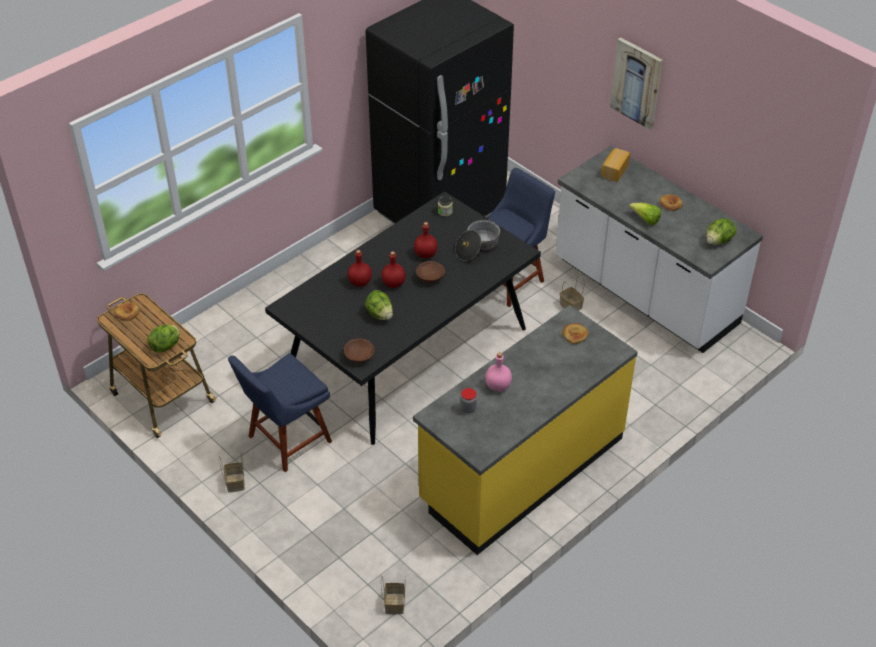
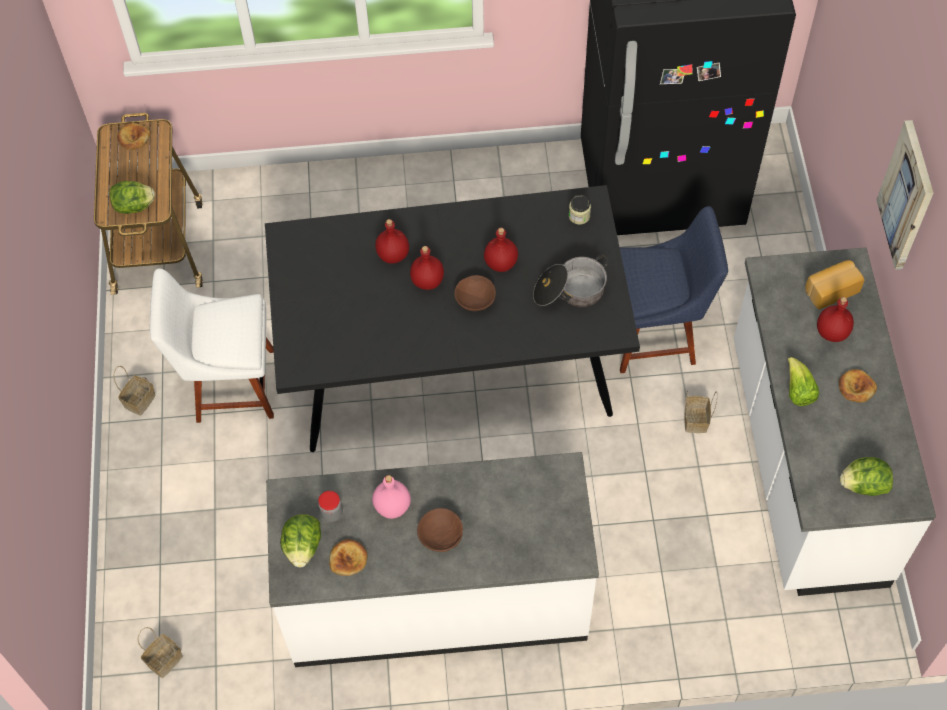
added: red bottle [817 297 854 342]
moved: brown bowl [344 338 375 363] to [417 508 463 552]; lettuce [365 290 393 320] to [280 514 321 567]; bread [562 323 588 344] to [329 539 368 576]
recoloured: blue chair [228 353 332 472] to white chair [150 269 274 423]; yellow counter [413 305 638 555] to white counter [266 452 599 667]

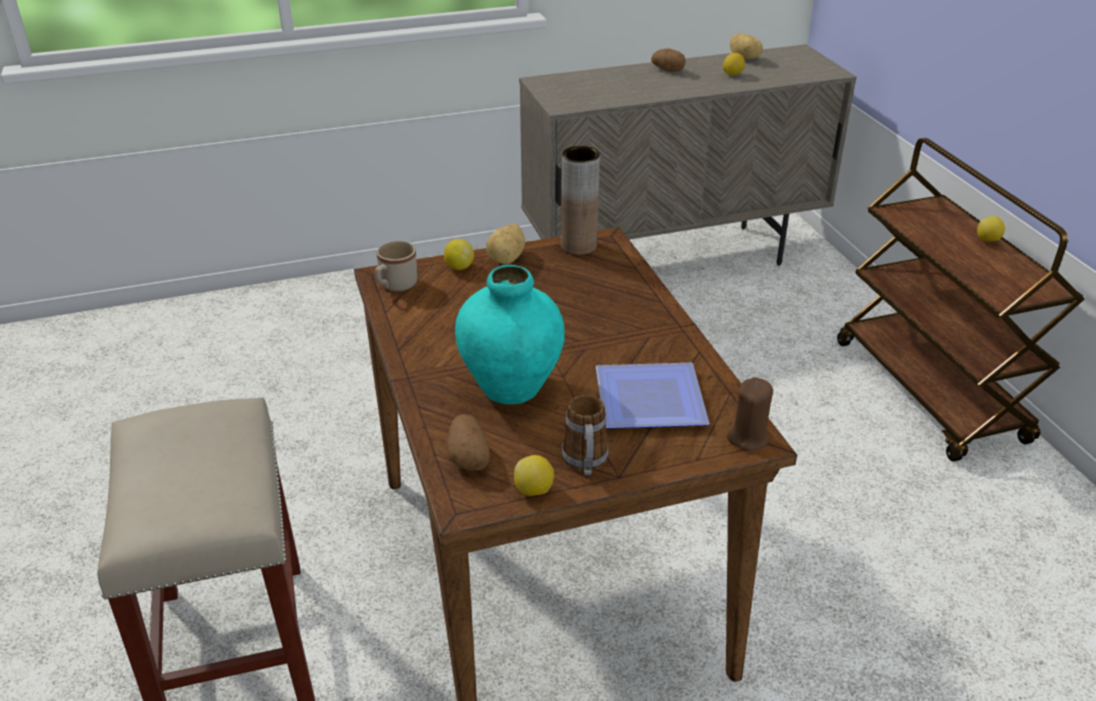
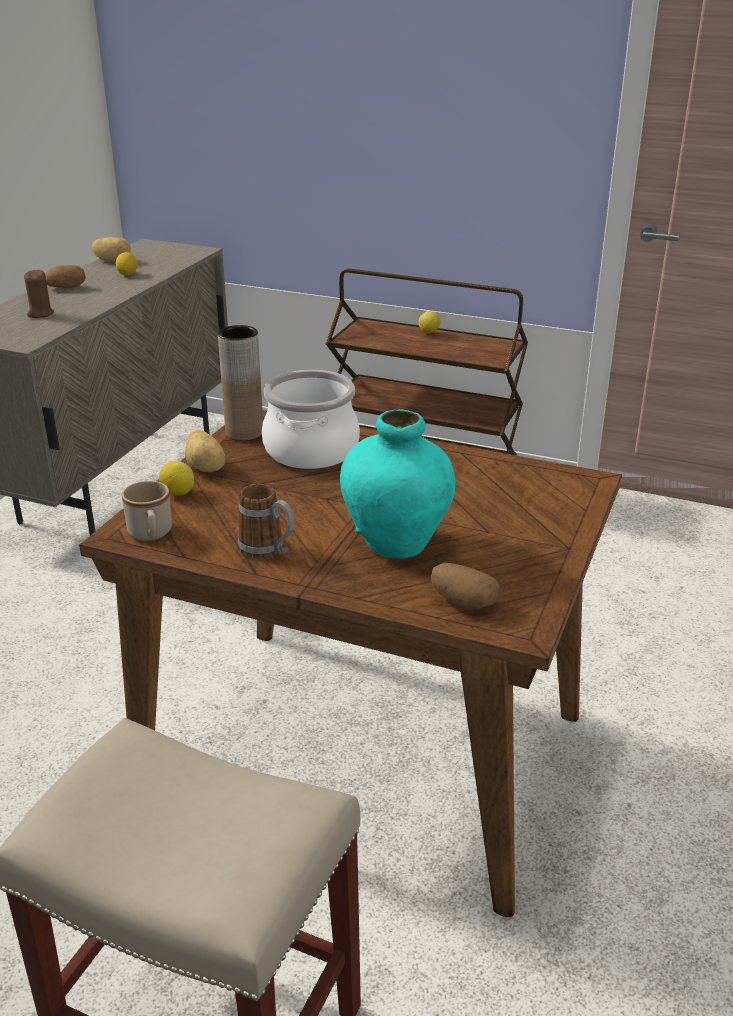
removed: lemon [514 455 554 496]; plate [596 363 710 429]
added: cooking pot [262 370 360 469]
moved: mug [562 395 608 475] to [238 484 294 558]; brown candle [727 377 773 451] to [24 270 54 318]

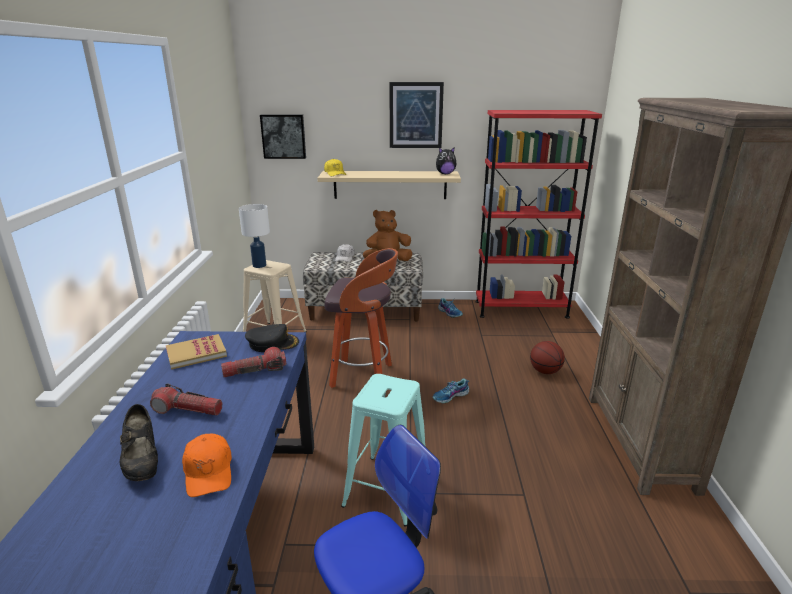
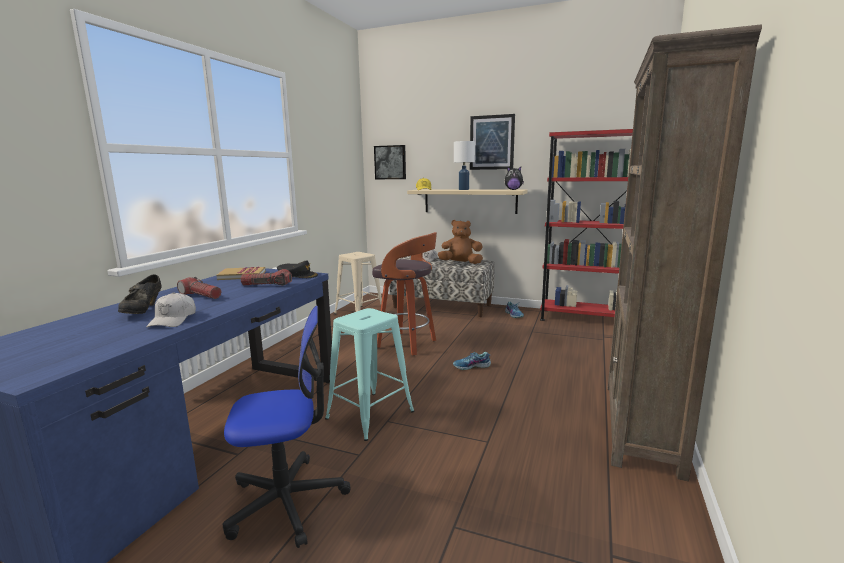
removed: basketball [530 341 565 374]
moved: white table lamp [239 204 270 268] to [454 141 475 190]
recoloured: orange cap [182 434 232 497] to white cap [146 292 196 327]

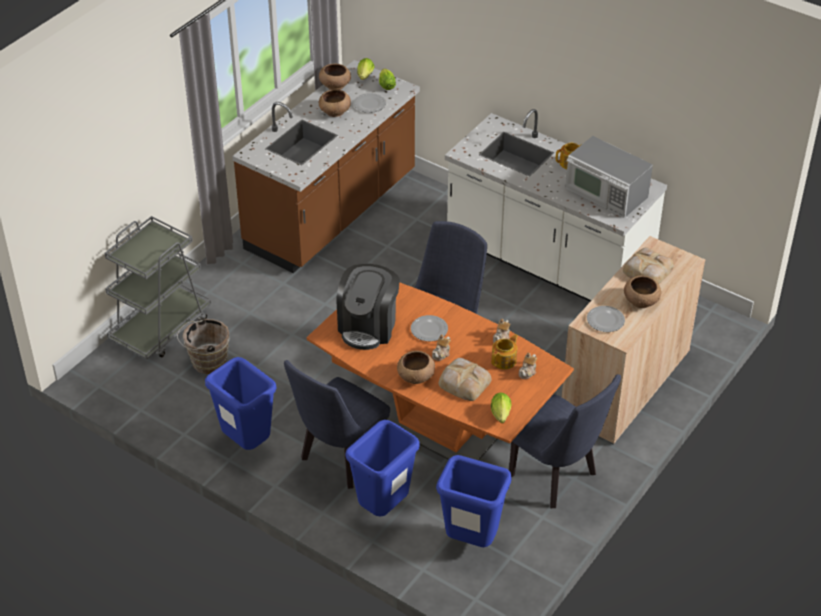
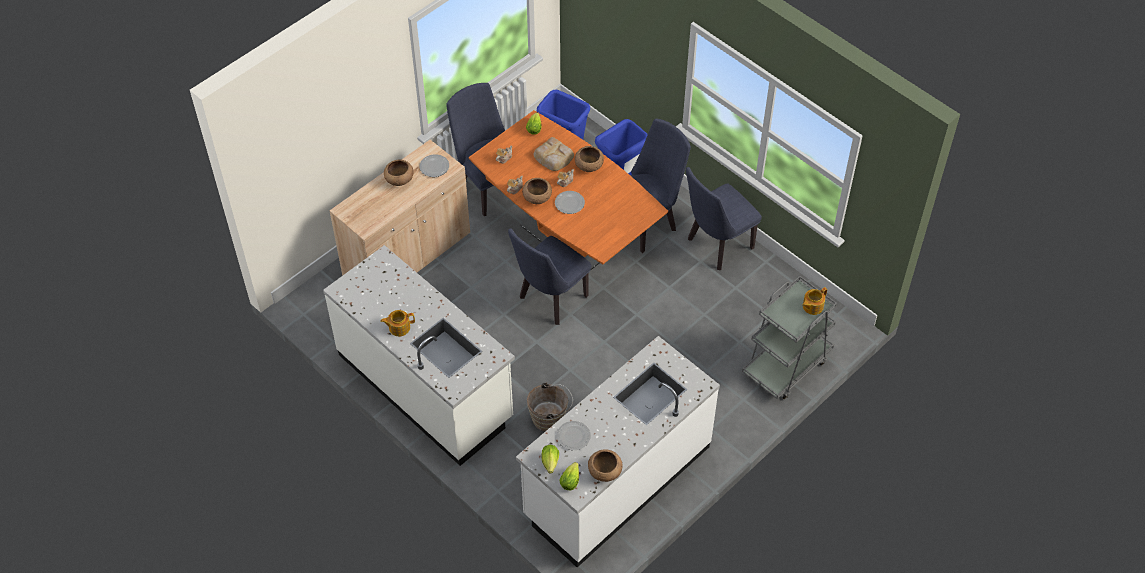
removed: coffee machine [336 264 400 350]; microwave [565 136 653 218]; bread [623 248 674 284]
moved: brown bucket [177 318 229 374] to [527 382 573 431]; brown bowl [319 89 351 117] to [522 178 552 204]; teapot [491 334 518 370] to [802 287 827 315]
replaced: blue trash can [205 357 277 450] to blue chair [686 167 762 270]
recoloured: brown counter [232 60 420 273] to white counter [516 336 720 567]

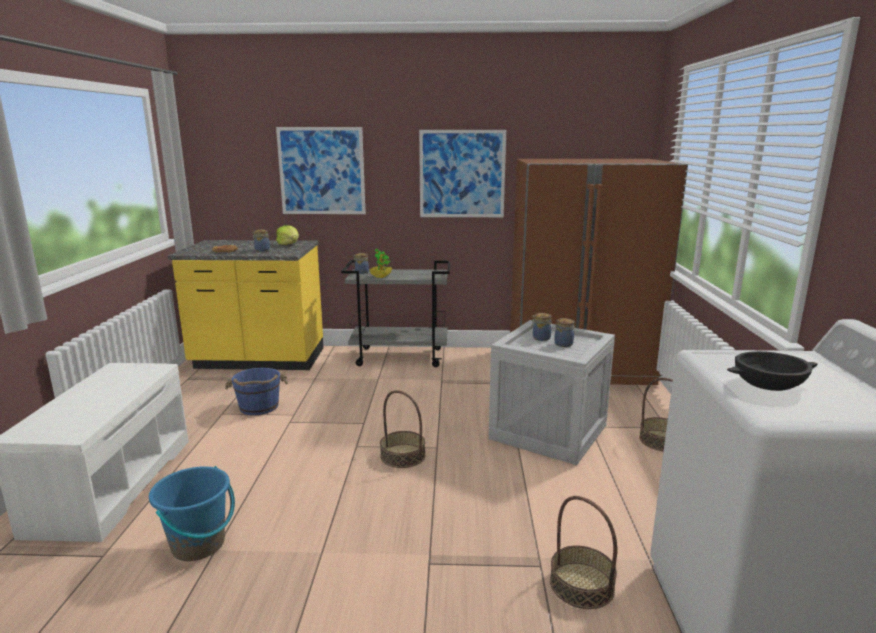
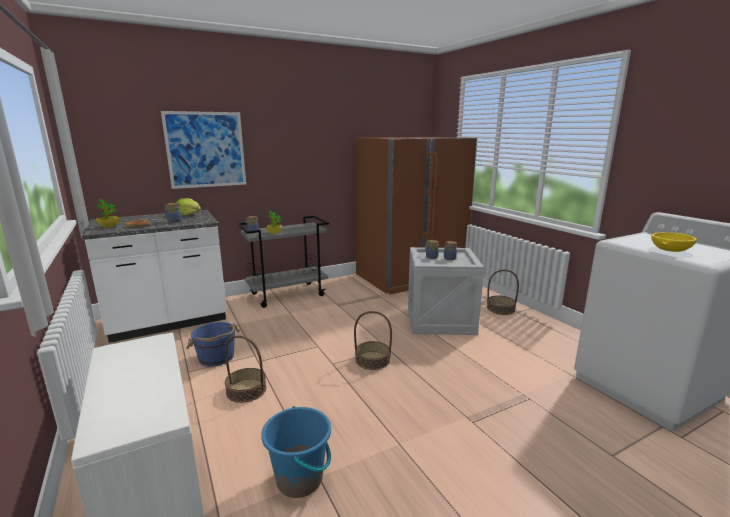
removed: picture [419 130 506 217]
added: potted plant [95 199 120 228]
moved: basket [550 496 617 609] to [225 335 267 403]
recoloured: yellow counter [168 240 324 370] to white counter [82 210 227 343]; black bowl [727 351 818 391] to yellow bowl [651 232 697 252]

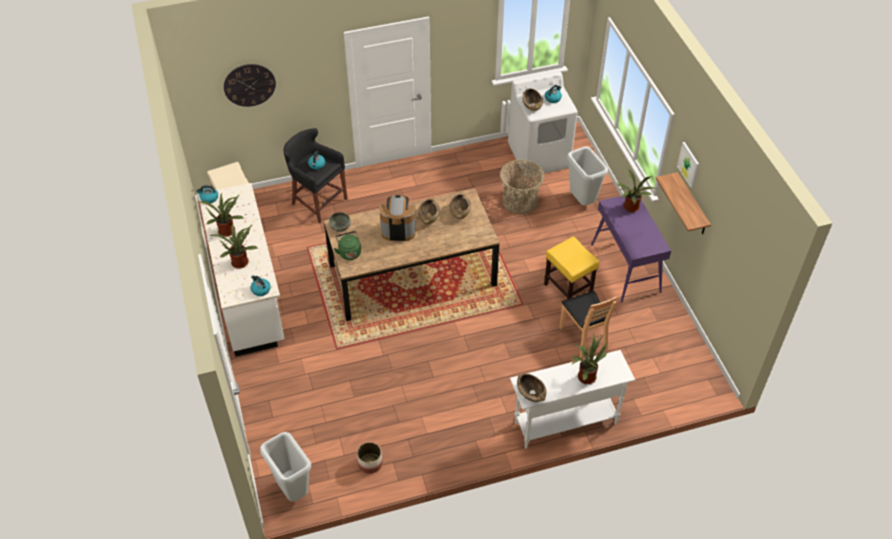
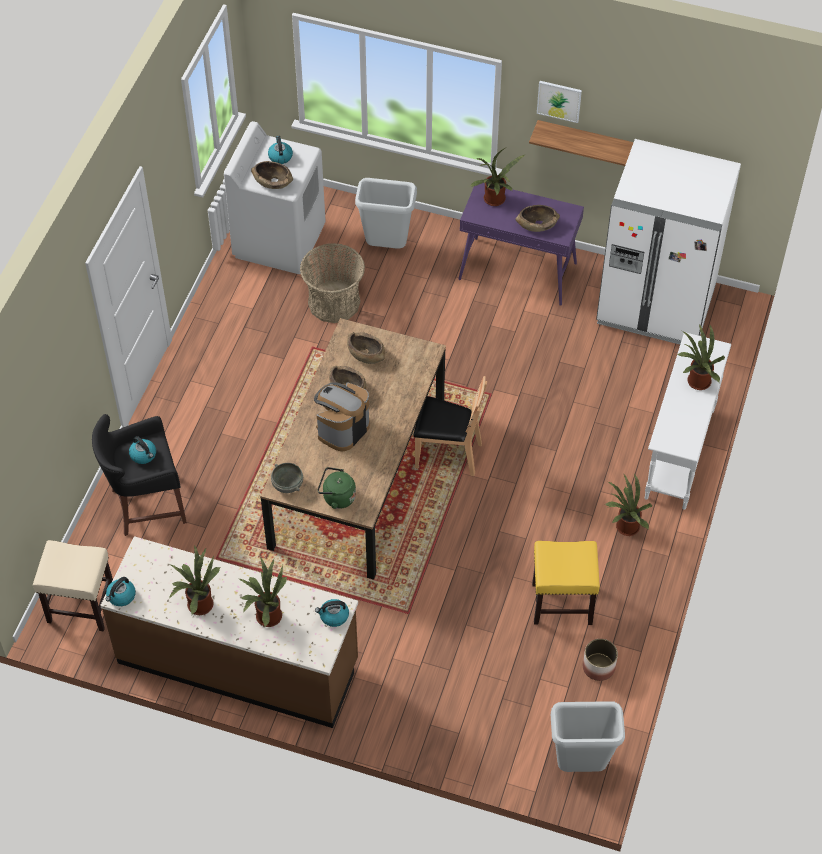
removed: wall clock [224 64 276 107]
added: white fridge [596 139 741 345]; potted plant [605 474 652 536]
moved: brown bowl [517 374 547 402] to [515 205 560 232]; yellow stool [544 237 599 299] to [532 541 600 625]; brown chair [559 291 617 359] to [413 376 487 476]
recoloured: white counter [198 183 285 357] to brown counter [100 536 358 728]

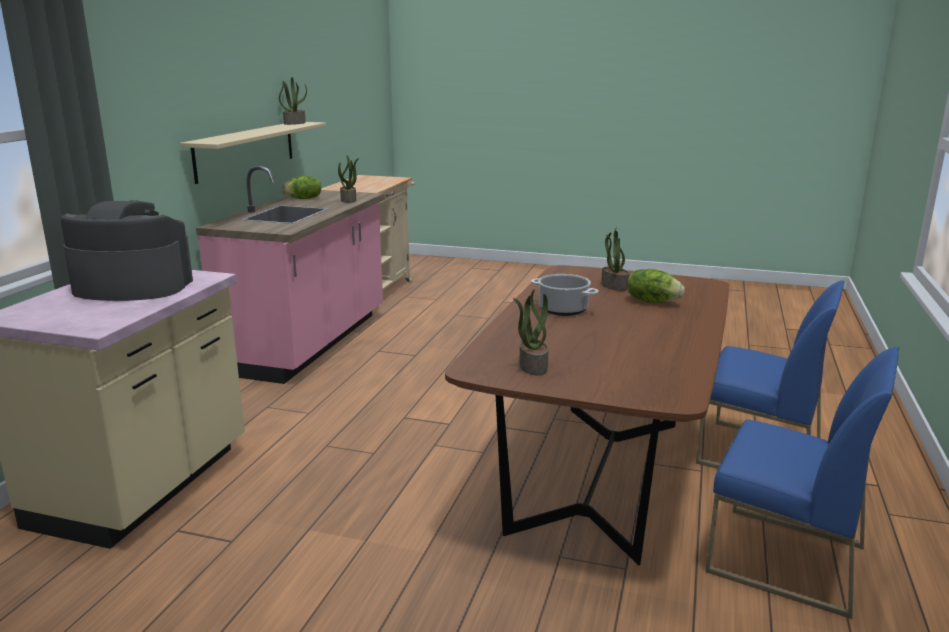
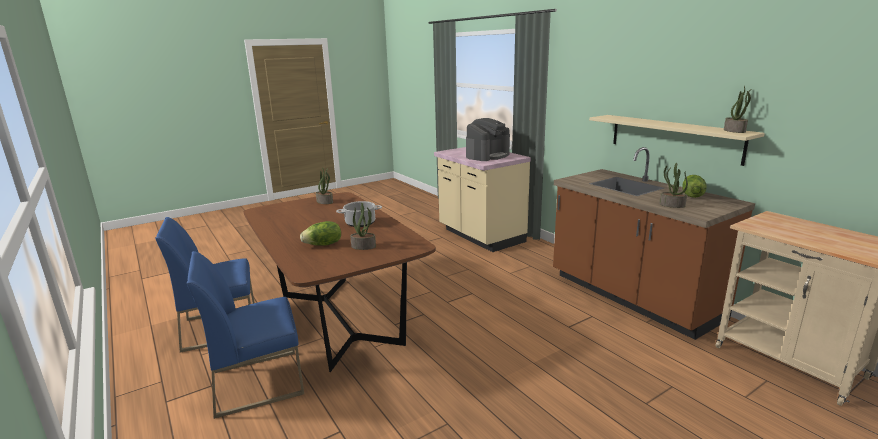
recoloured: pink counter [196 166 385 384] to brown counter [553 147 755 340]

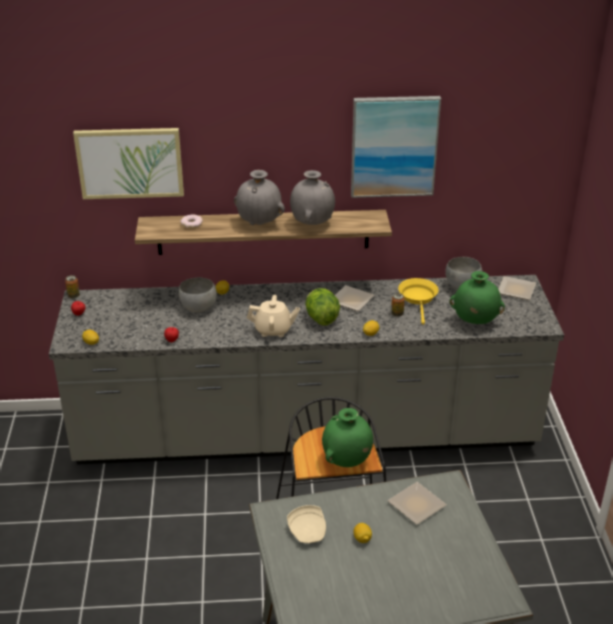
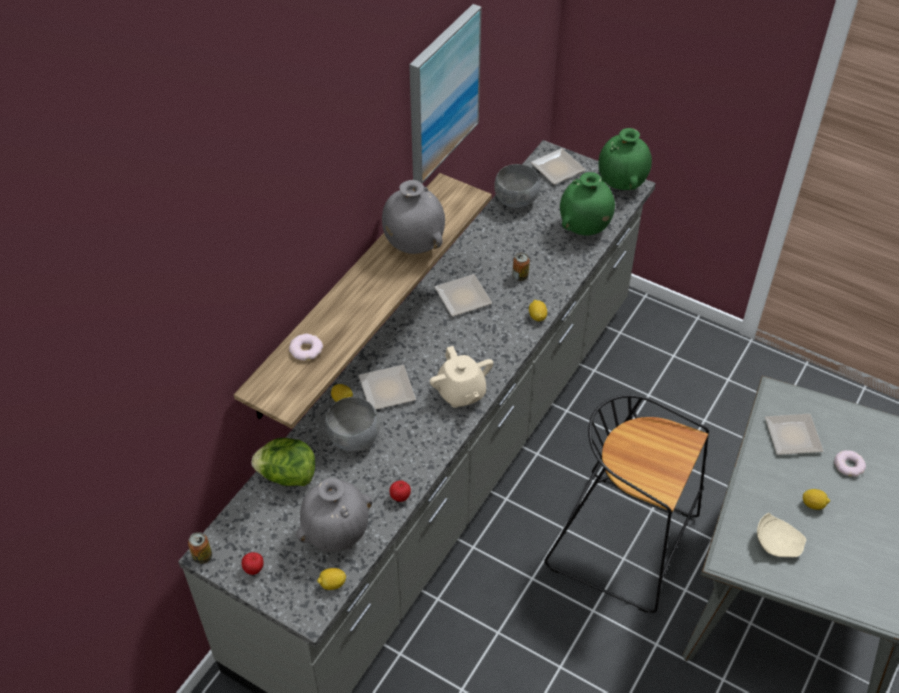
removed: picture [73 128 184 199]; yellow frying pan [398 278 439 324]
added: plate [359 365 416 409]; donut [834 450 866 477]
moved: grey vase [234 170 285 225] to [296 478 372 552]; lettuce [305 288 340 326] to [252 438 315 486]; green vase [322 408 373 467] to [598 128 652 190]
turned: beige teapot [247 295 300 337] = [430 346 493 408] 120 degrees clockwise

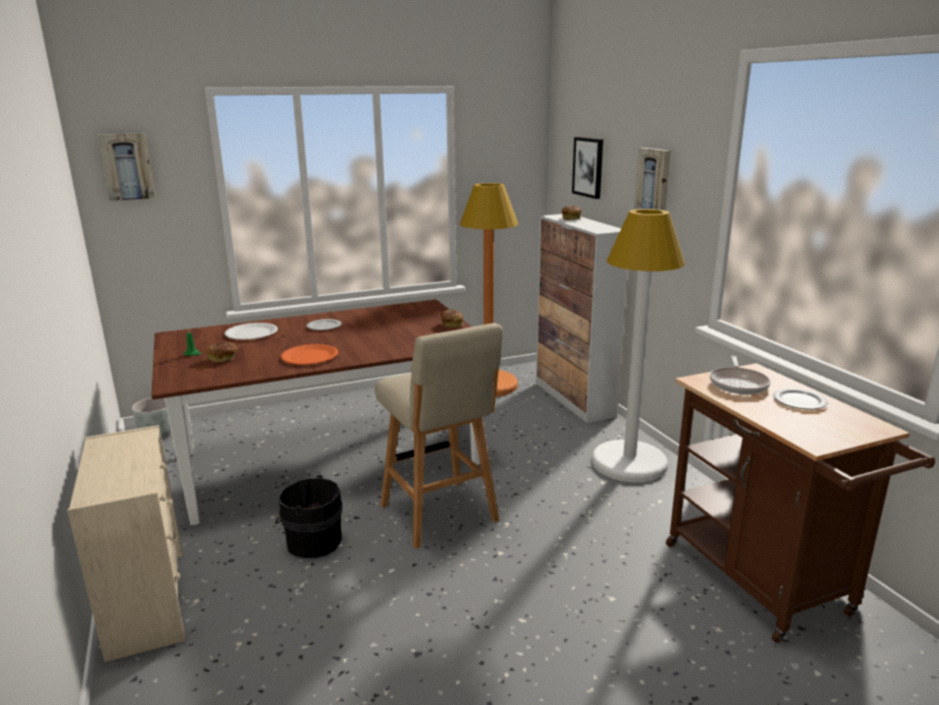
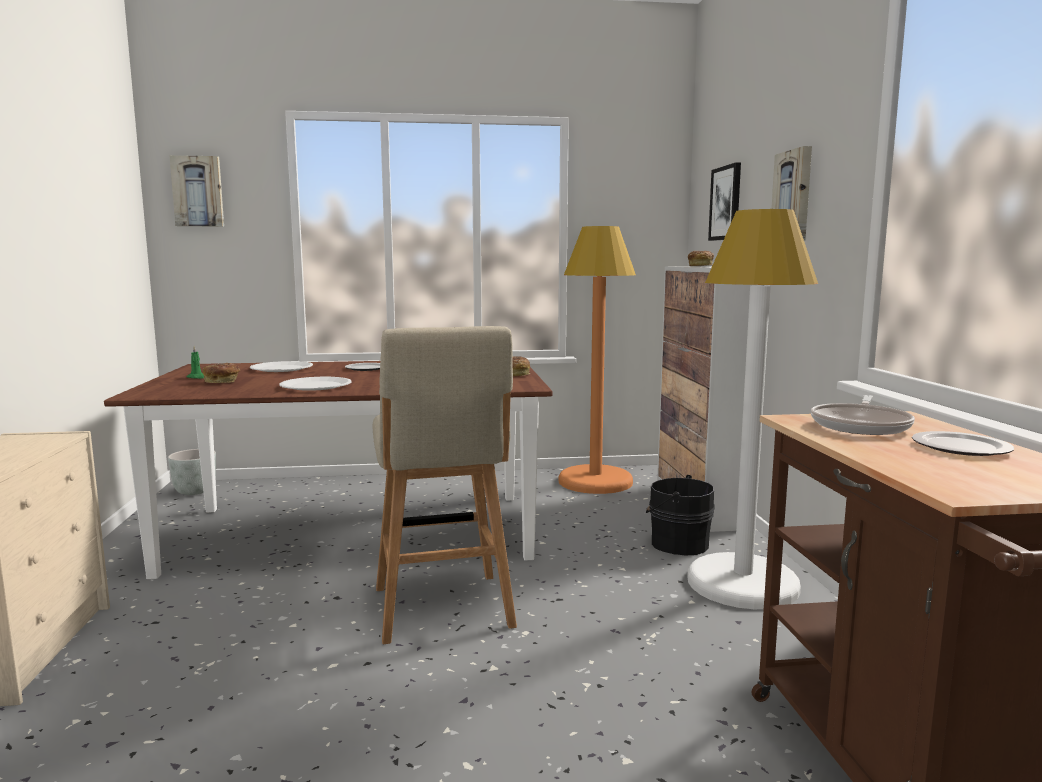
moved: black bucket [275 475 343 558] to [646 475 715 555]
recoloured: orange plate [281 344 338 365] to white plate [279 377 352 391]

